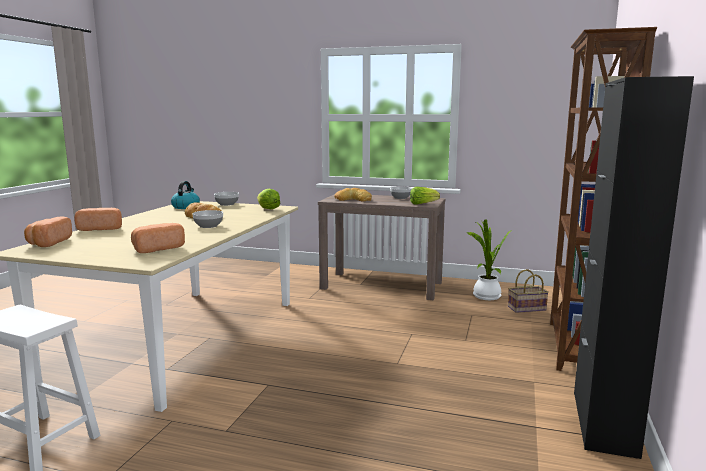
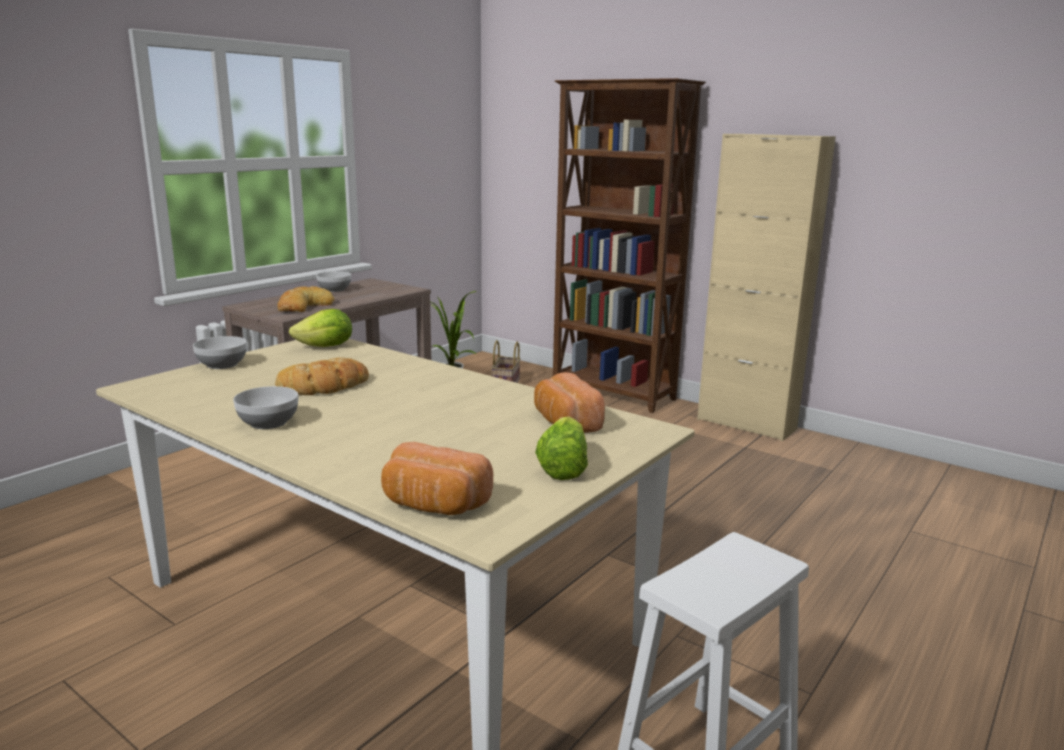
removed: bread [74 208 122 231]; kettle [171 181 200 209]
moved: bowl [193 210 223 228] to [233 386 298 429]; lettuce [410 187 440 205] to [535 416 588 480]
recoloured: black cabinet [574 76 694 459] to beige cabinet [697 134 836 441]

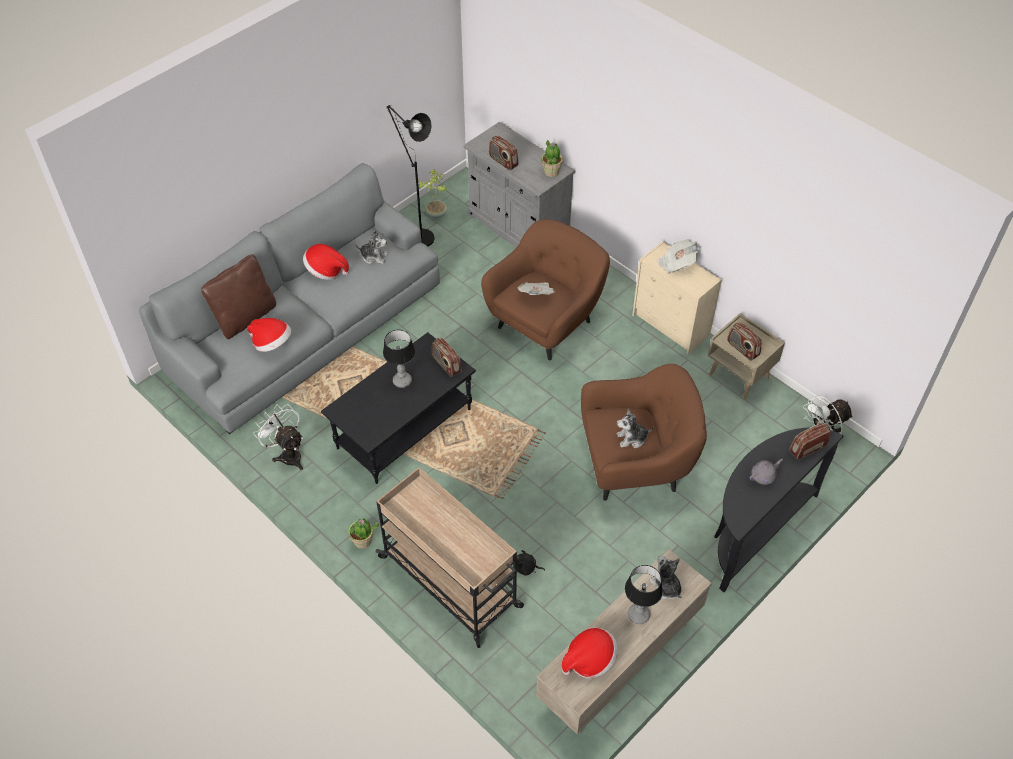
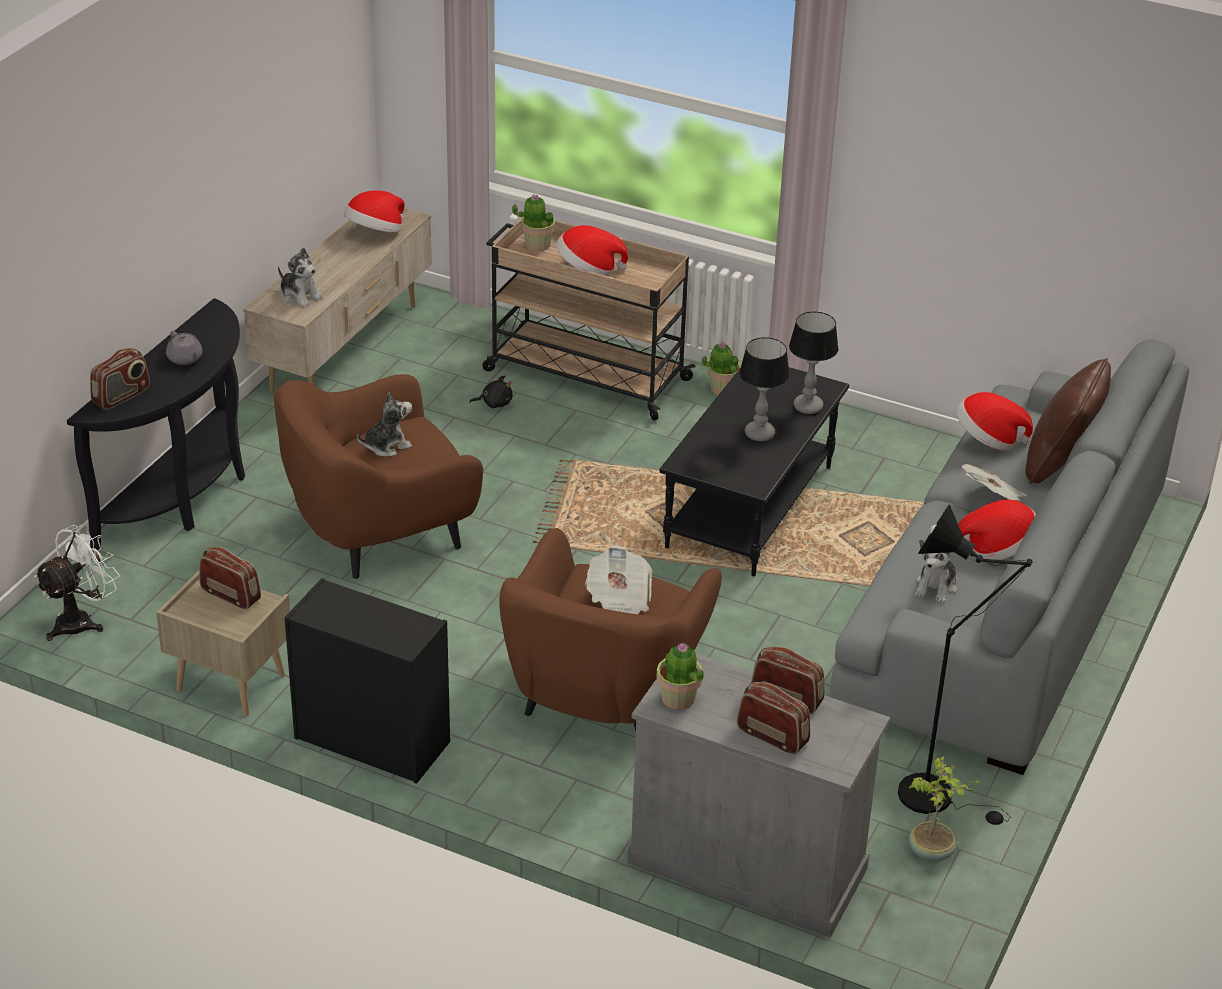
removed: white fan [253 404 303 470]
added: potted plant [512 195 555 251]; hat [556 225 628 277]
moved: radio [432 338 461 377] to [737 682 810 755]; table lamp [625 565 663 624] to [789 311 838 414]; newspaper [657 239 700 274] to [962 464 1027 501]
recoloured: beige dresser [632 241 722 354] to black dresser [284 578 450 784]
turned: plush toy [355 231 388 264] = [915 539 958 604] 60 degrees counterclockwise; grey teapot [750 459 783 485] = [166 331 202 365] 75 degrees counterclockwise

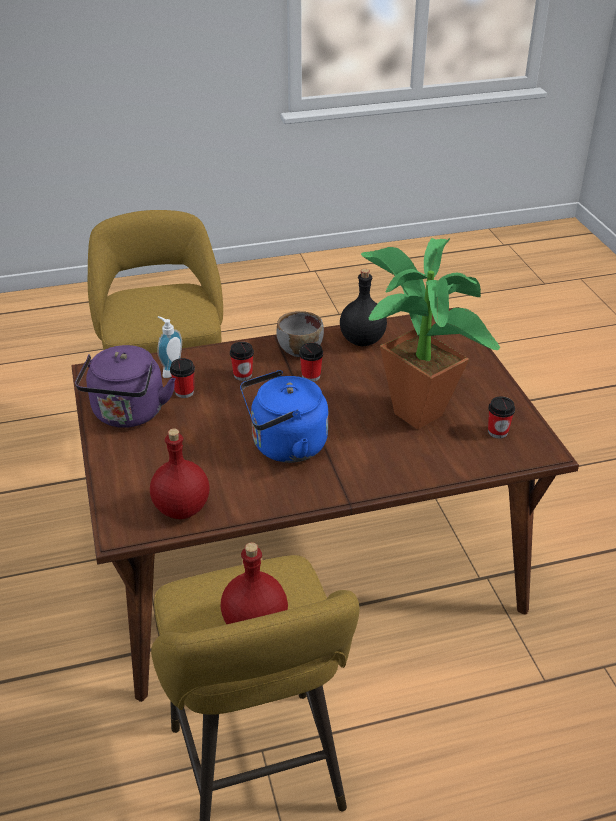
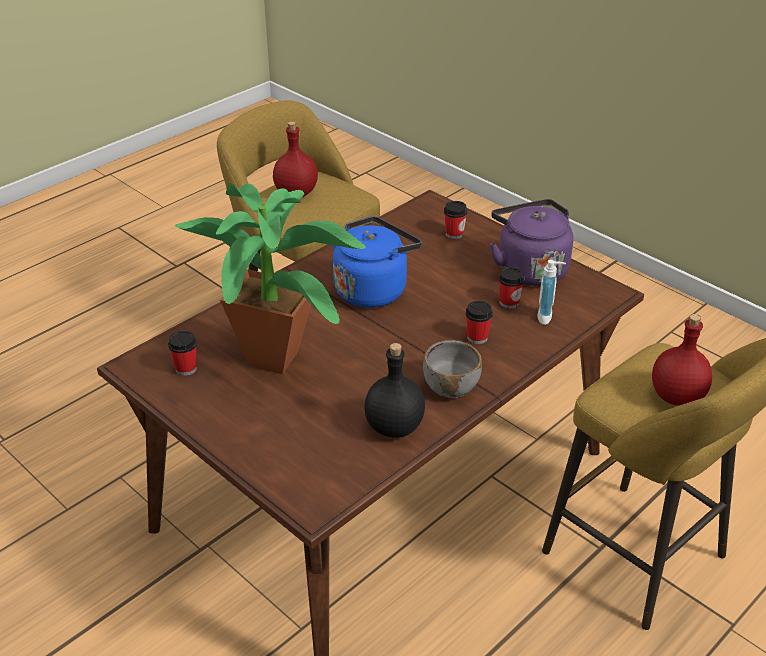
moved: red bottle [150 428 209 519] to [652 314 712 406]; cup [299 343 323 382] to [444 201 468 239]

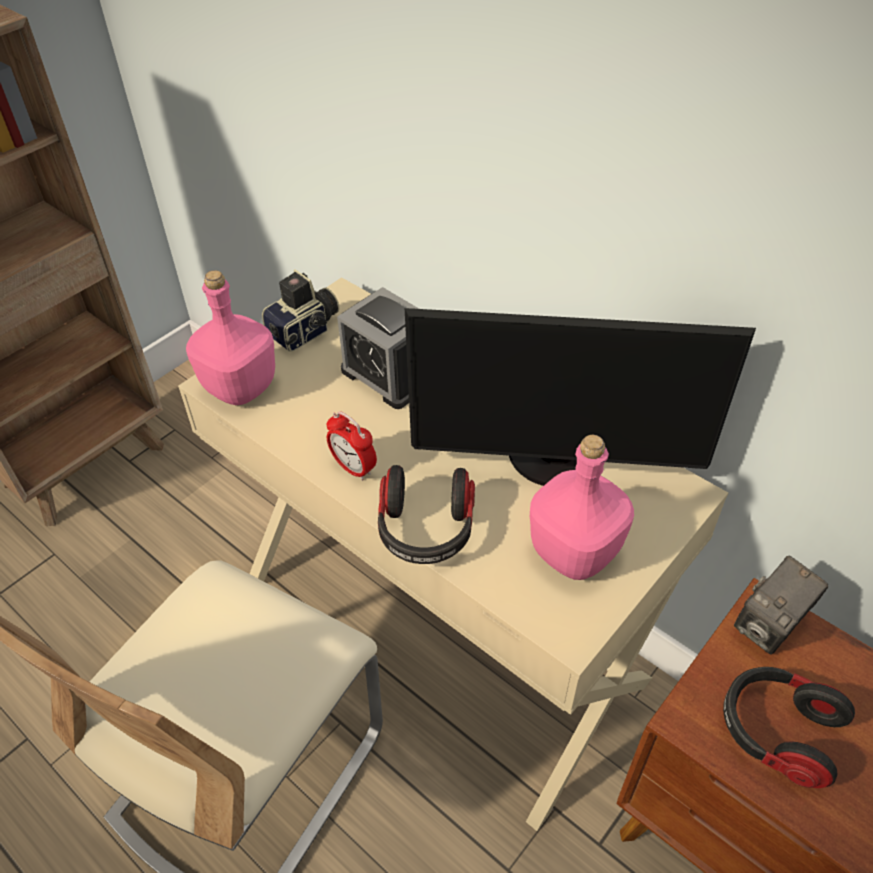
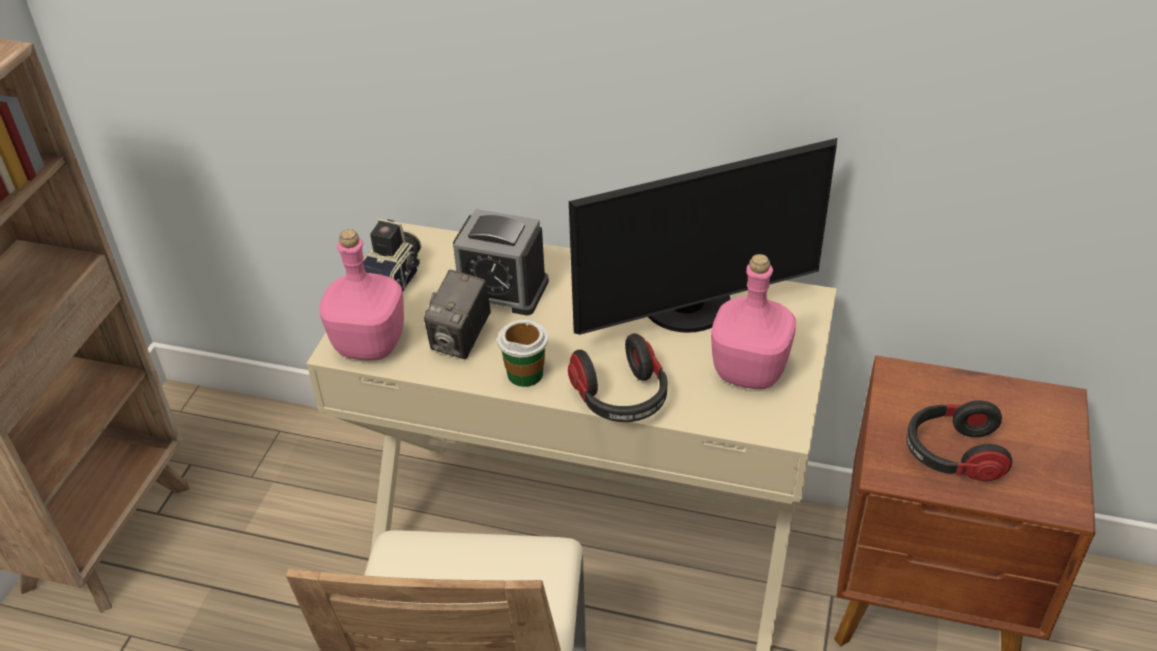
moved: photo camera [734 555 828 655] to [424 270 491 359]
replaced: alarm clock [327 411 377 481] to cup [497 320 548 387]

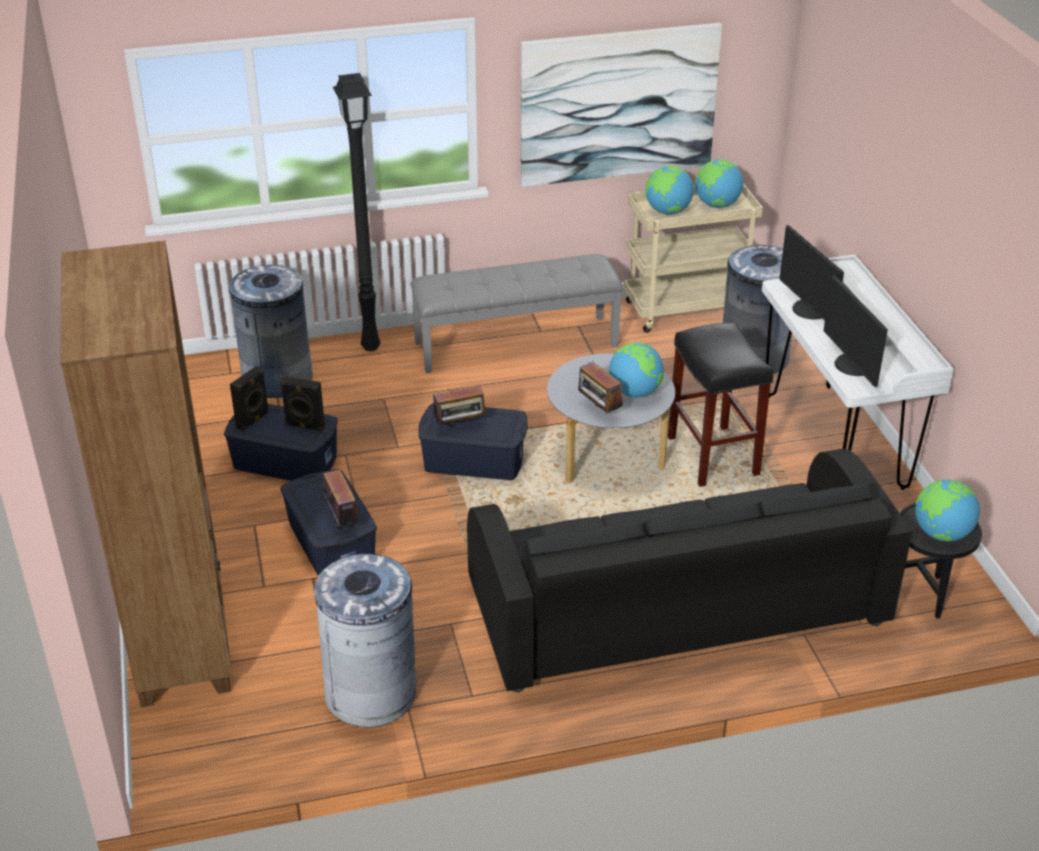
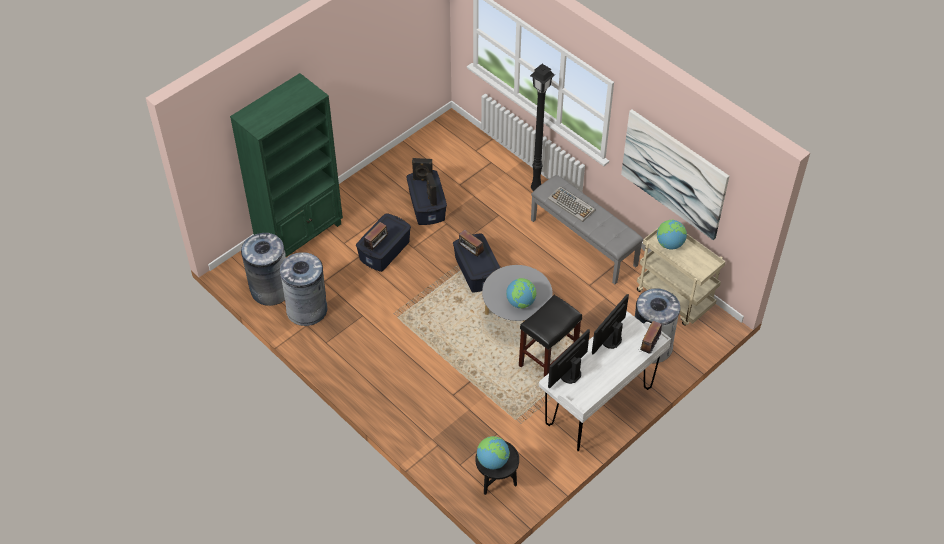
removed: black sofa [467 449 912 693]; globe [695 159 743 208]
added: keyboard [548 186 595 222]
moved: grey trash can [228 264 313 398] to [241 232 286 306]; radio [578 362 623 414] to [638 321 662 354]
recoloured: brown bookcase [60 241 232 707] to green bookcase [230 73 343 257]

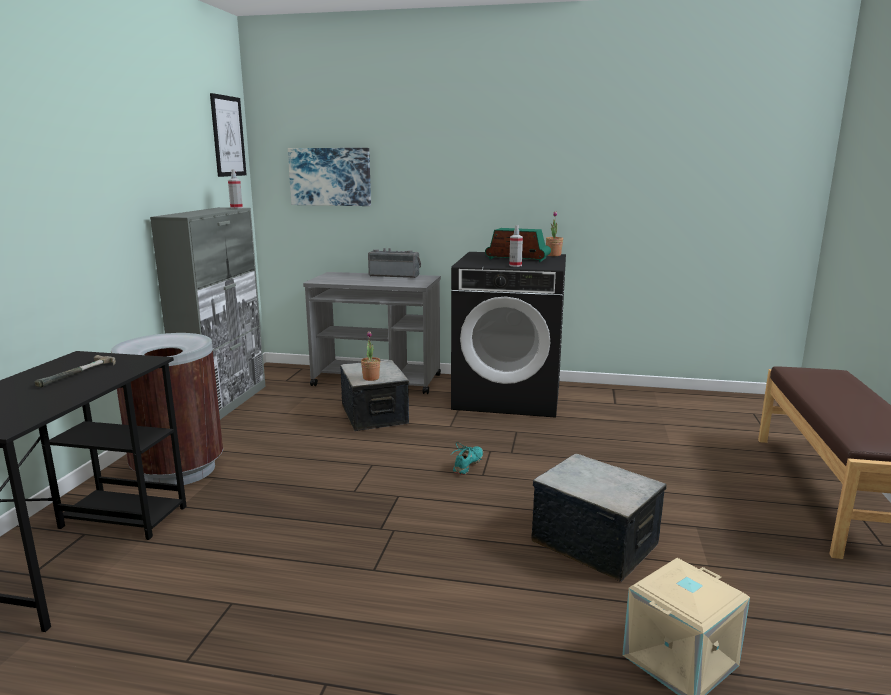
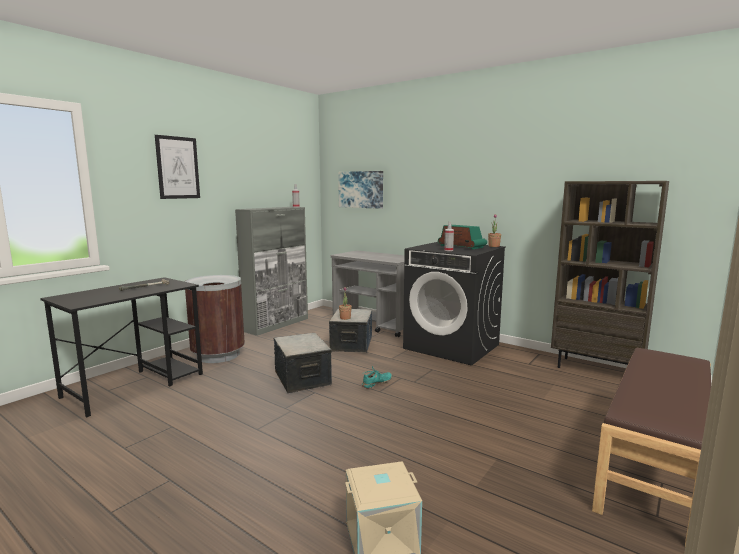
removed: radio [368 248 421 278]
added: brown bookcase [551 181 669 368]
moved: picture [210 93 247 177] to [155 135 200 199]; storage box [531 454 667 582] to [274 333 332 393]

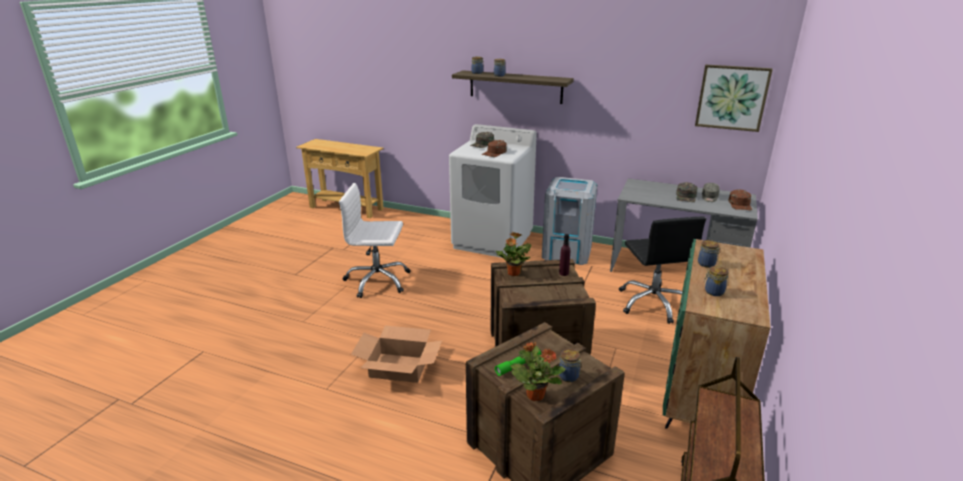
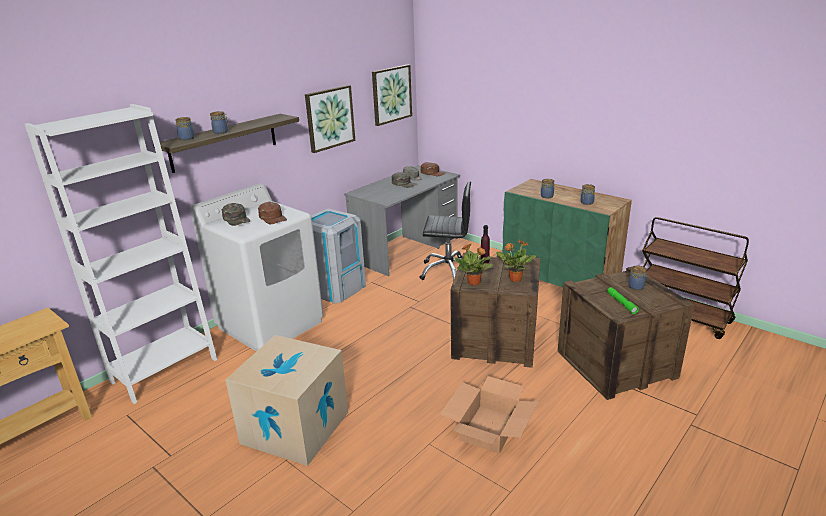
added: white bookcase [25 104 217 404]; picture [305 85 355 153]
moved: potted plant [510 342 566 401] to [497 239 536 282]
replaced: white office chair [339 183 411 298] to cardboard box [225 335 348 466]

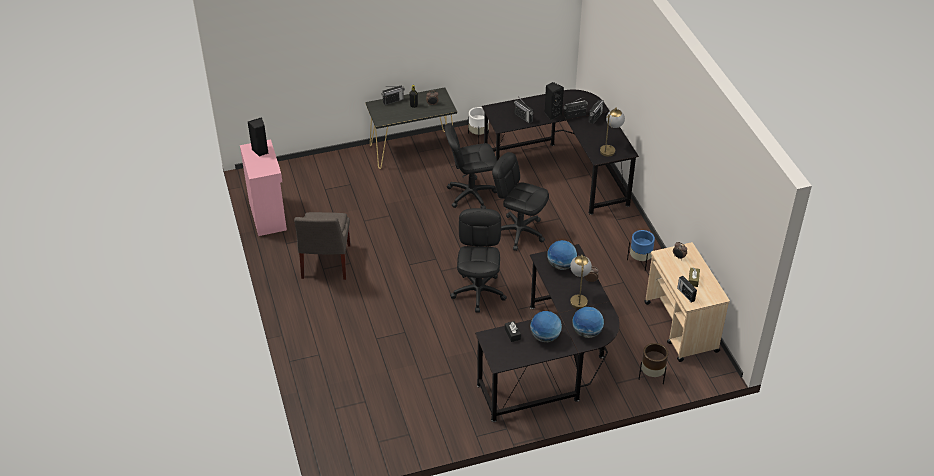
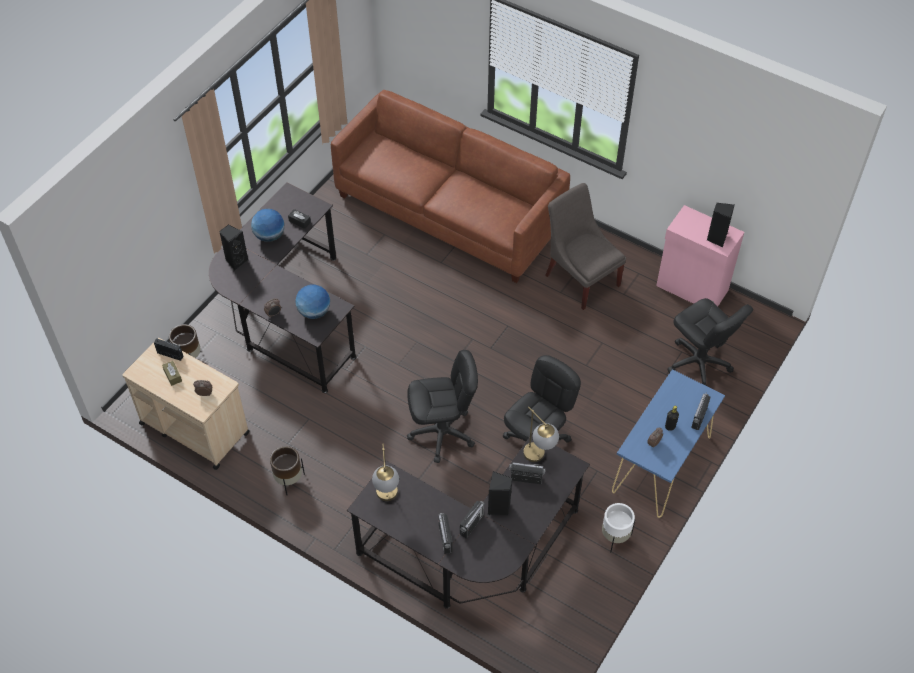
added: brown sofa [331 90 570 283]
moved: black office chair [450 208 507 313] to [667 298 753 386]; table lamp [570 255 592 309] to [523 407 559 462]
replaced: globe [572 307 604 338] to black speaker [219 224 248 271]
recoloured: black console table [365 87 457 169] to blue console table [612 369 725 518]; blue planter [627 230 655 271] to brown planter [270 446 305 495]

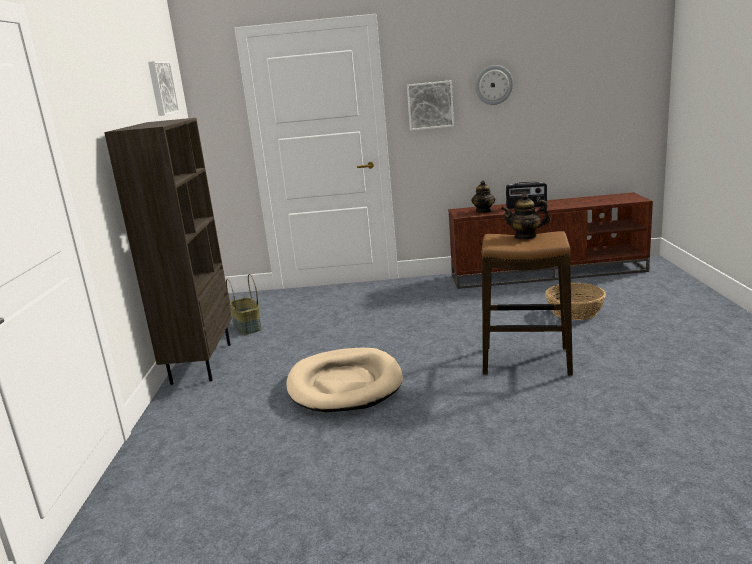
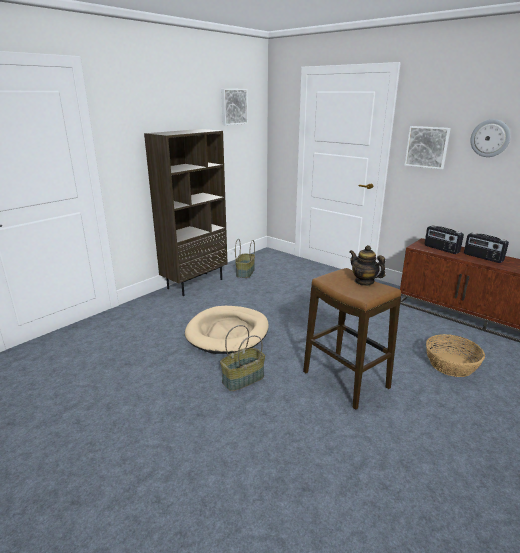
added: basket [220 325 265 391]
replaced: teapot [471 180 495 213] to radio [424 226 464 254]

